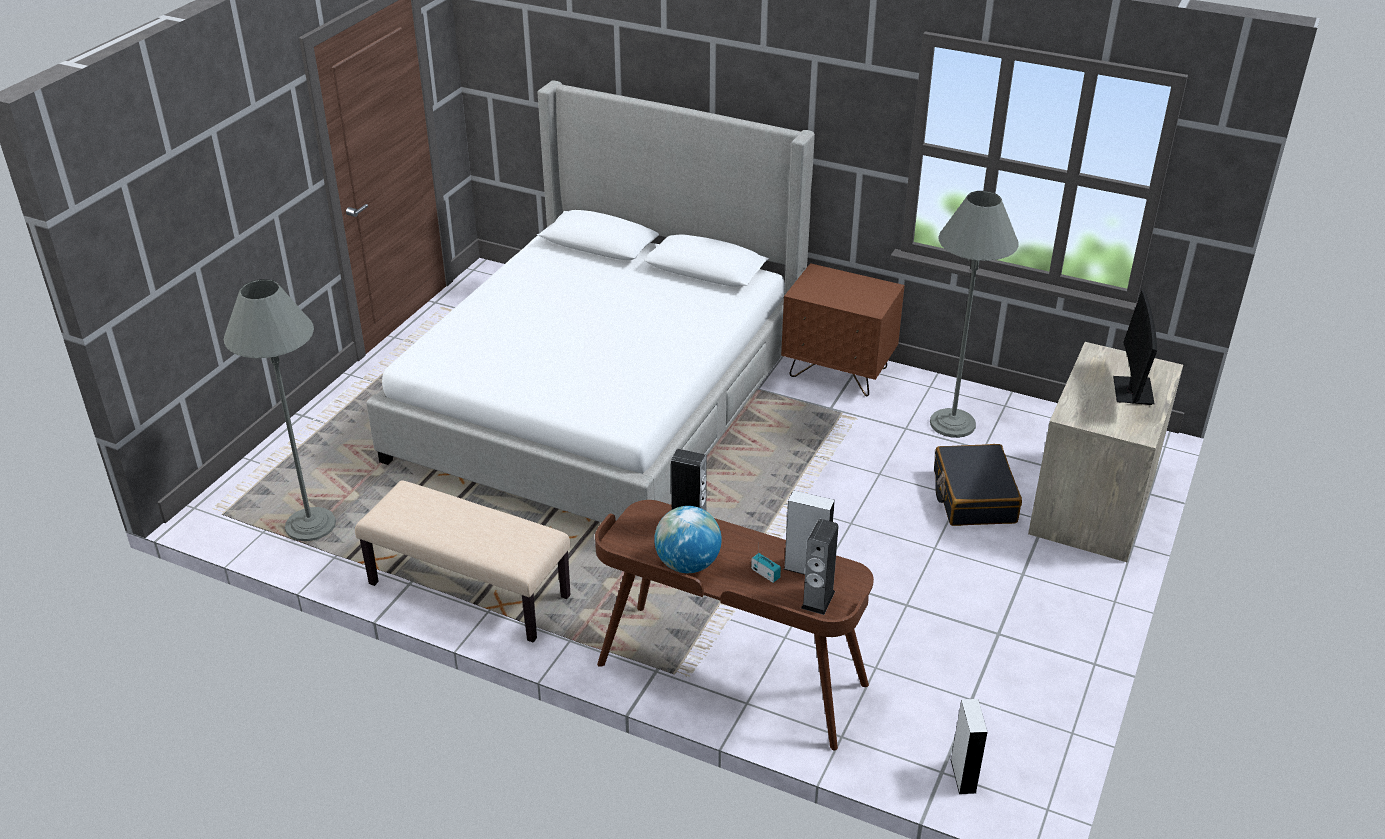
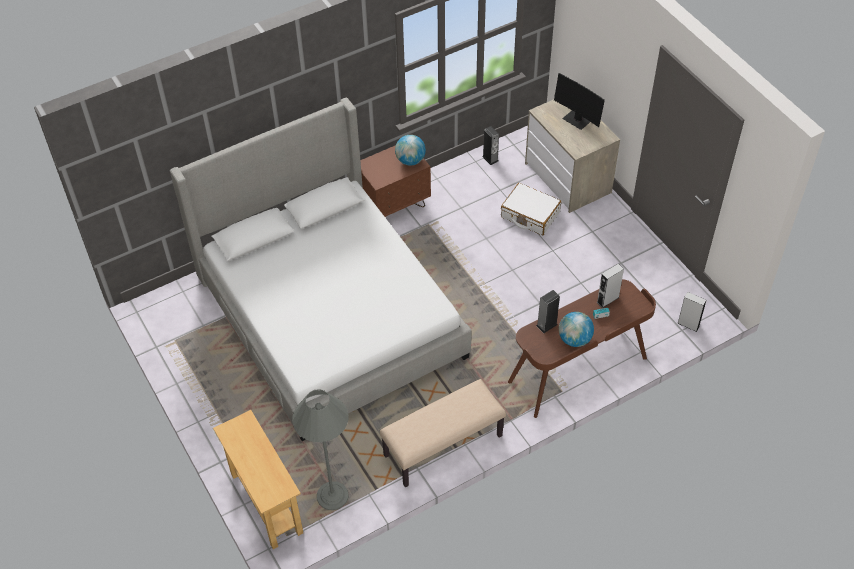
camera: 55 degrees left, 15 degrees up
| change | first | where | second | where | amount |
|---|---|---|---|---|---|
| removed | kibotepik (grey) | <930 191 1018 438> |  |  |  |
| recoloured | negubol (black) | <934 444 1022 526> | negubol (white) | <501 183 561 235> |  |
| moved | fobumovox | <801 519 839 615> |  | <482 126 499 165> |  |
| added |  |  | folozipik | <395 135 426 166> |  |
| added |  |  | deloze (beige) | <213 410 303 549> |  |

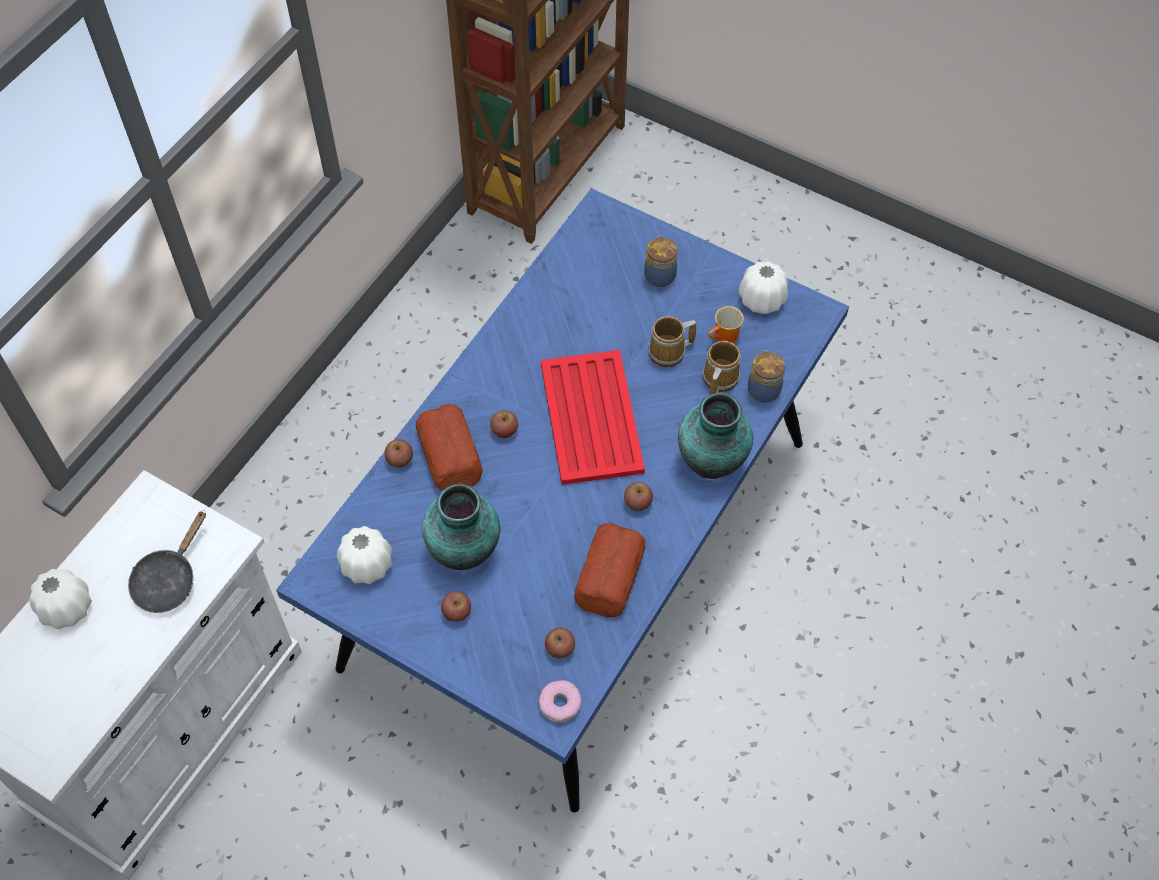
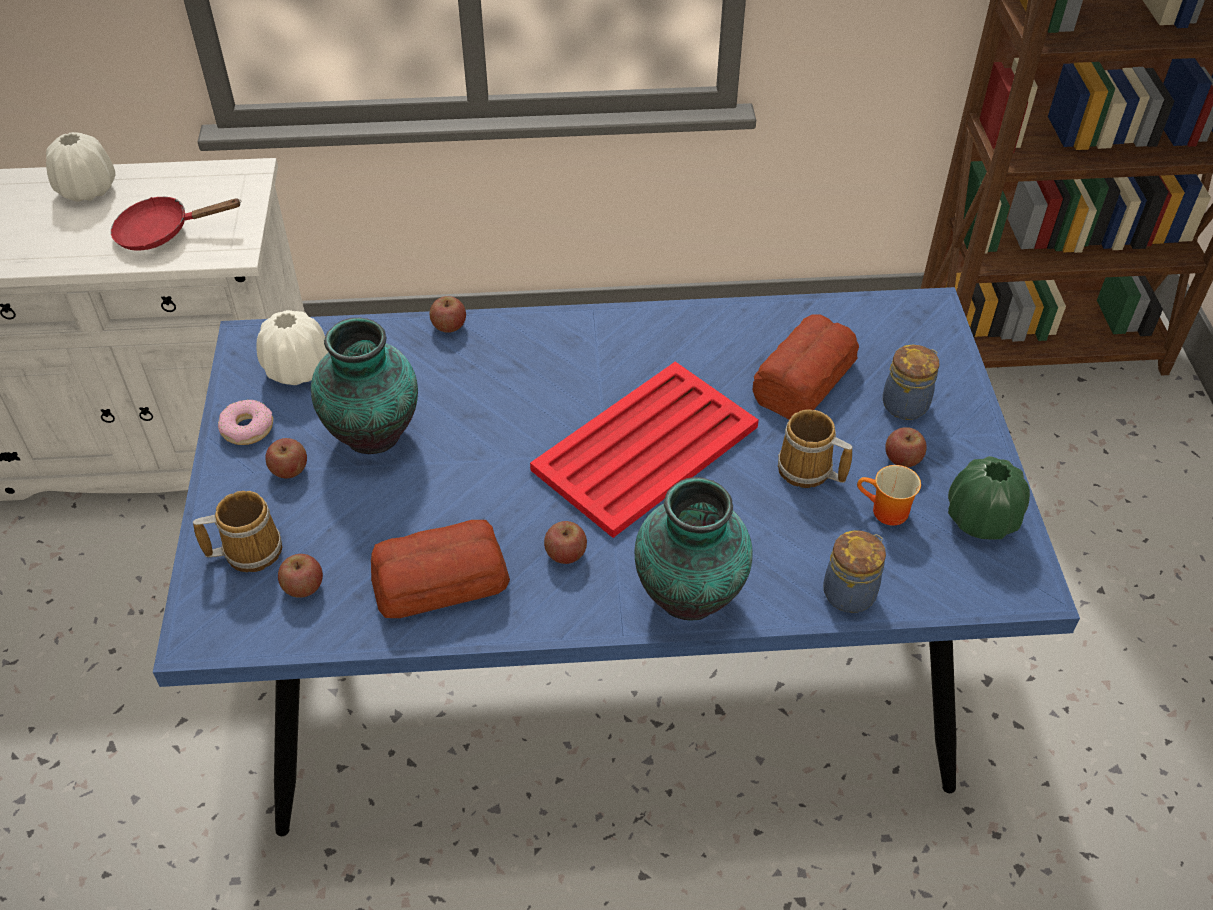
camera: 55 degrees right, 10 degrees down
| change | first | where | second | where | amount |
|---|---|---|---|---|---|
| recoloured | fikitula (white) | <739 261 788 314> | fikitula (green) | <948 456 1030 540> |  |
| moved | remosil | <703 341 741 395> |  | <193 491 282 572> |  |
| moved | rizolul | <416 404 483 491> |  | <752 314 859 419> |  |
| moved | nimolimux | <490 410 518 438> |  | <885 427 927 467> |  |
| recoloured | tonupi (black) | <128 510 206 613> | tonupi (red) | <111 197 242 251> |  |
| moved | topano | <539 680 581 722> |  | <218 400 273 445> |  |

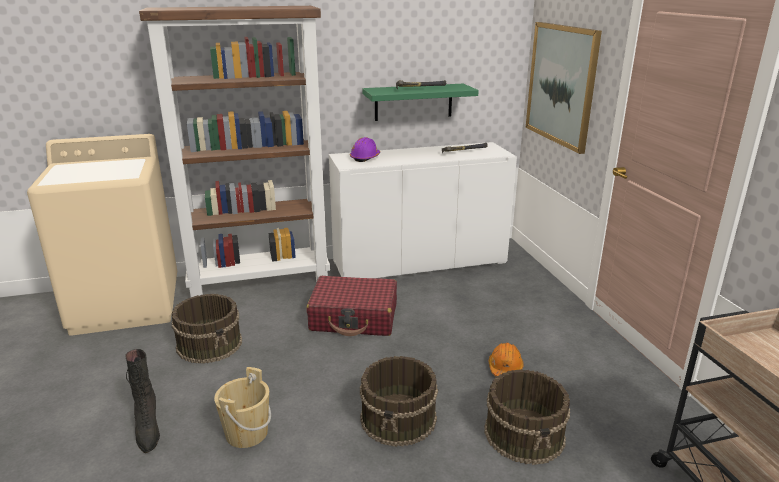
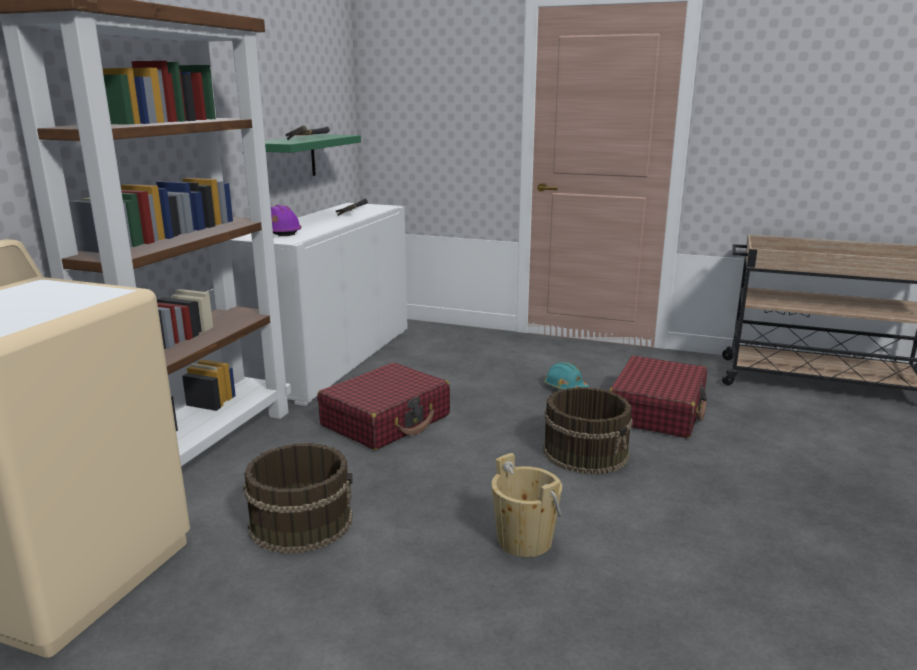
camera: 55 degrees left, 5 degrees down
| change | first | where | second | where | amount |
|---|---|---|---|---|---|
| removed | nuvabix | <525 22 602 154> |  |  |  |
| recoloured | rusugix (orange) | <489 343 524 376> | rusugix (turquoise) | <544 362 589 390> |  |
| removed | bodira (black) | <125 349 160 453> |  |  |  |
| replaced | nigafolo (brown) | <484 369 570 465> | negubol (red) | <609 356 707 438> |  |

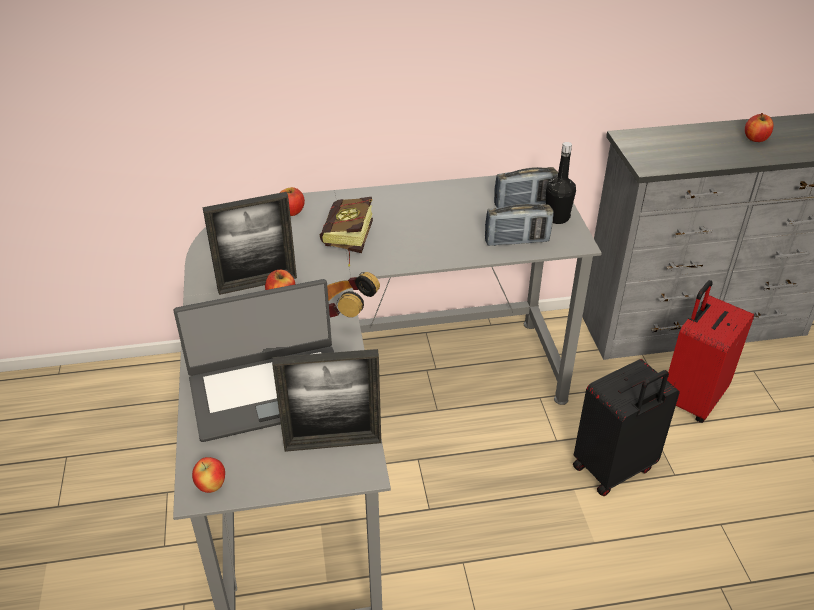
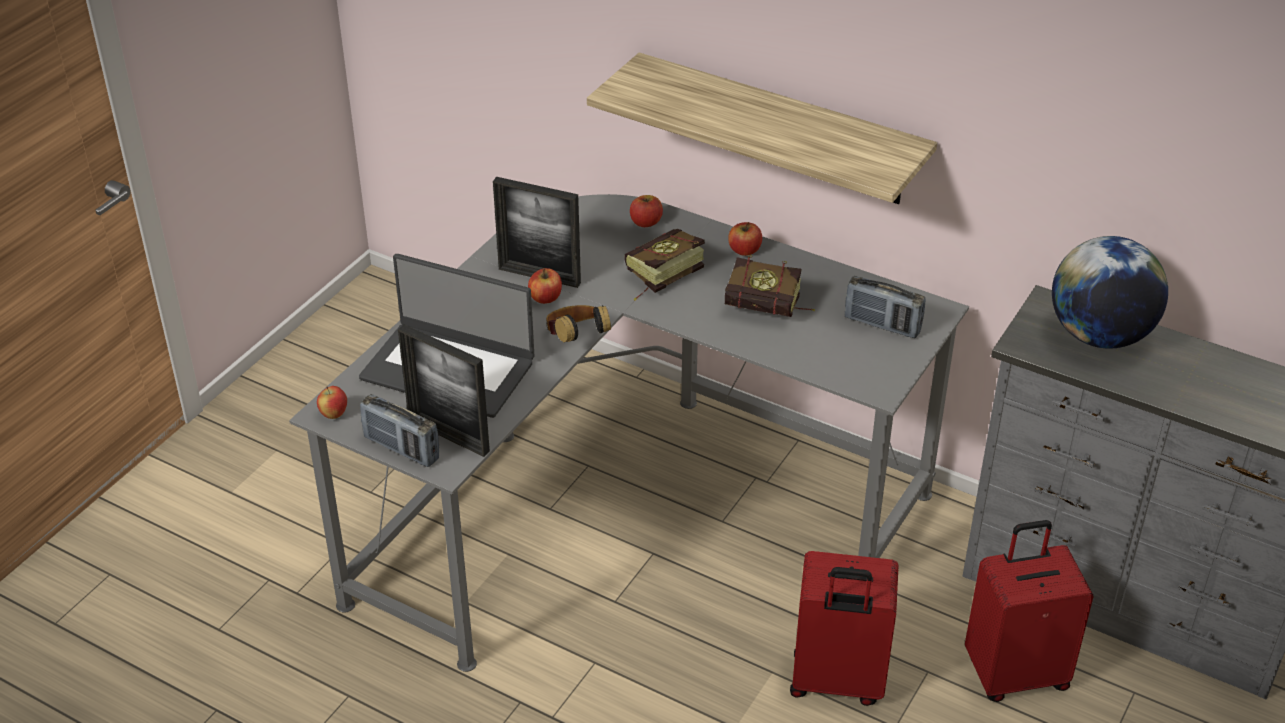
camera: 40 degrees right, 0 degrees up
| change | first | where | second | where | amount |
|---|---|---|---|---|---|
| moved | nimolimux | <745 113 773 142> |  | <728 222 762 256> |  |
| removed | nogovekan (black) | <546 142 576 224> |  |  |  |
| moved | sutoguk | <485 204 554 246> |  | <360 394 439 467> |  |
| recoloured | negubol (black) | <573 359 680 496> | negubol (red) | <790 551 899 706> |  |
| added |  |  | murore | <587 52 937 204> |  |
| added |  |  | folozipik | <1052 236 1168 349> |  |
| added |  |  | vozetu | <725 255 815 317> |  |

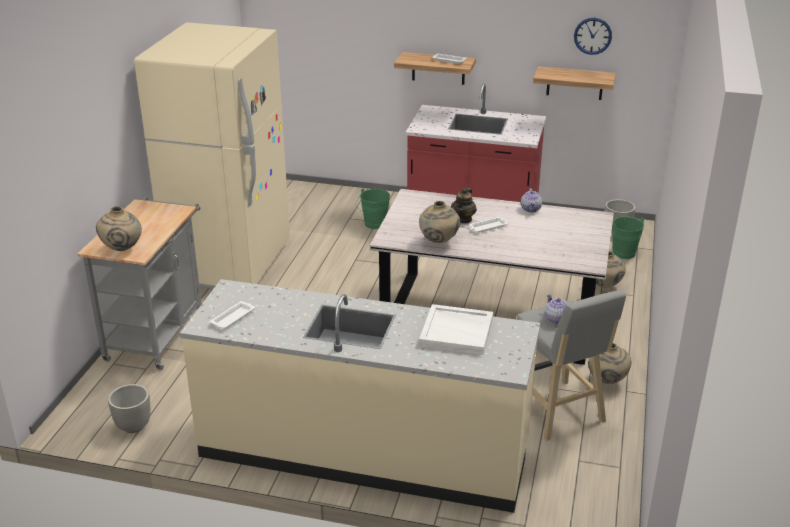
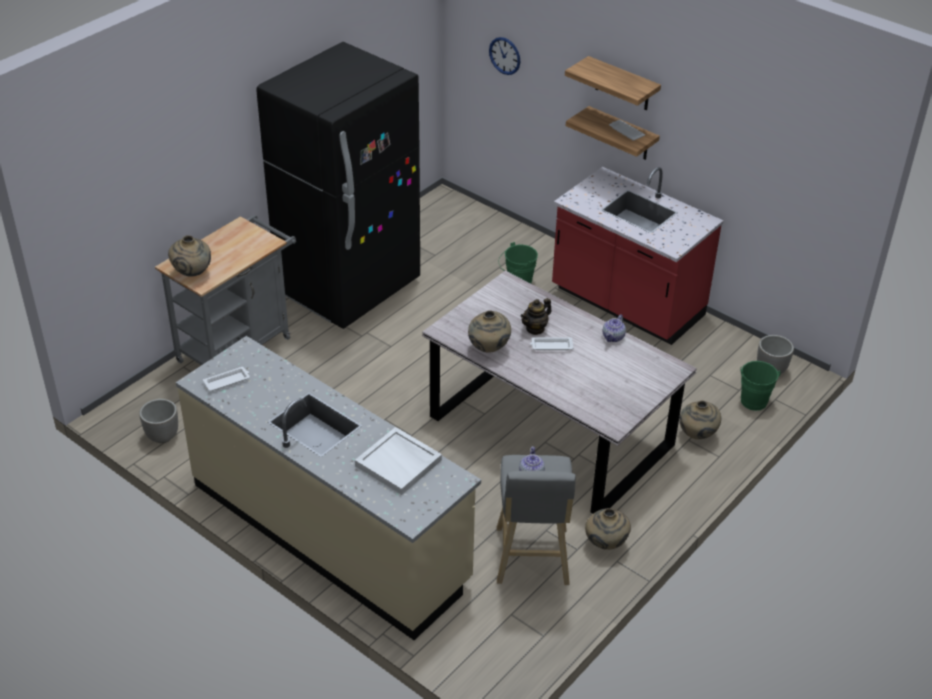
camera: 25 degrees right, 10 degrees up
| change | first | where | second | where | amount |
|---|---|---|---|---|---|
| moved | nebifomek | <574 18 612 55> |  | <489 37 520 75> |  |
| recoloured | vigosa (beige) | <134 22 290 289> | vigosa (black) | <256 42 420 329> |  |
| moved | murore | <533 66 616 100> |  | <565 56 661 111> |  |

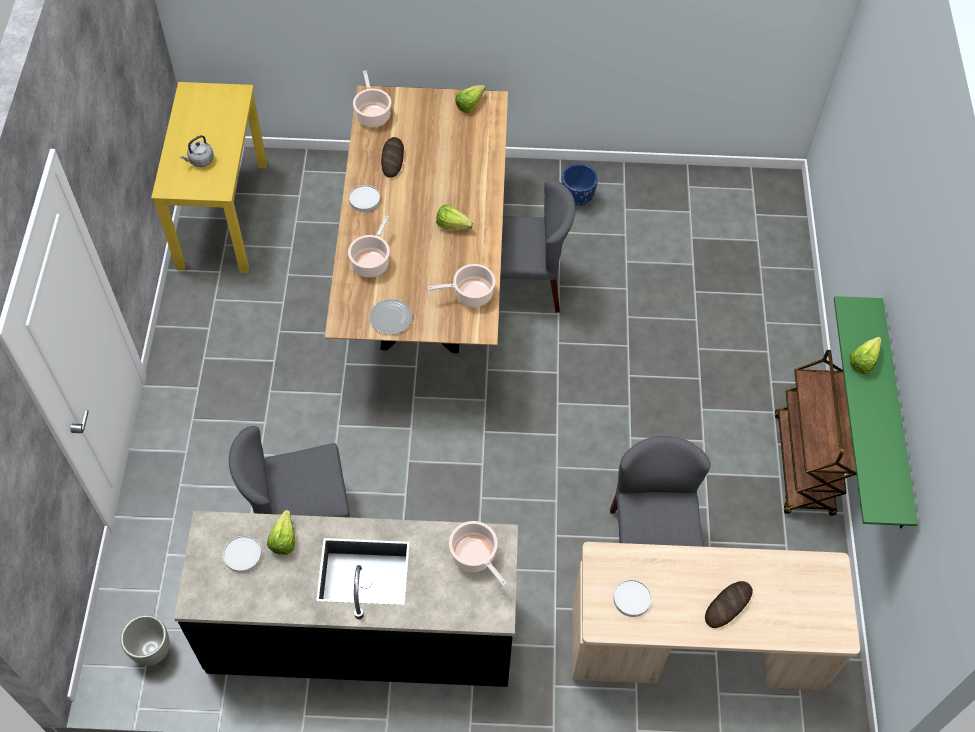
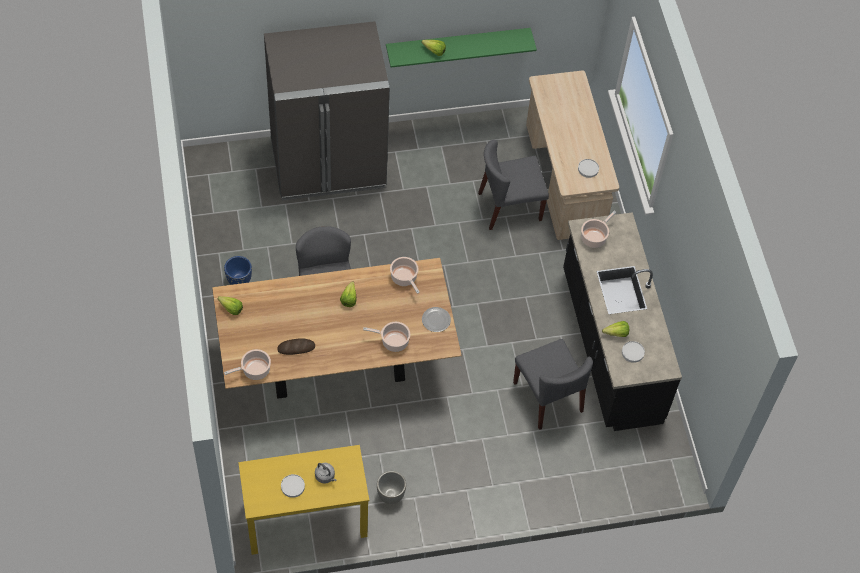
camera: 105 degrees left, 0 degrees up
| change | first | where | second | where | amount |
|---|---|---|---|---|---|
| moved | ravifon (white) | <349 185 380 212> |  | <281 474 305 498> |  |
| removed | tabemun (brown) | <775 350 856 516> |  |  |  |
| removed | rizolul | <705 581 753 628> |  |  |  |
| moved | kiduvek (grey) | <120 615 170 666> |  | <377 471 406 504> |  |
| added |  |  | vigosa (grey) | <264 21 390 201> |  |

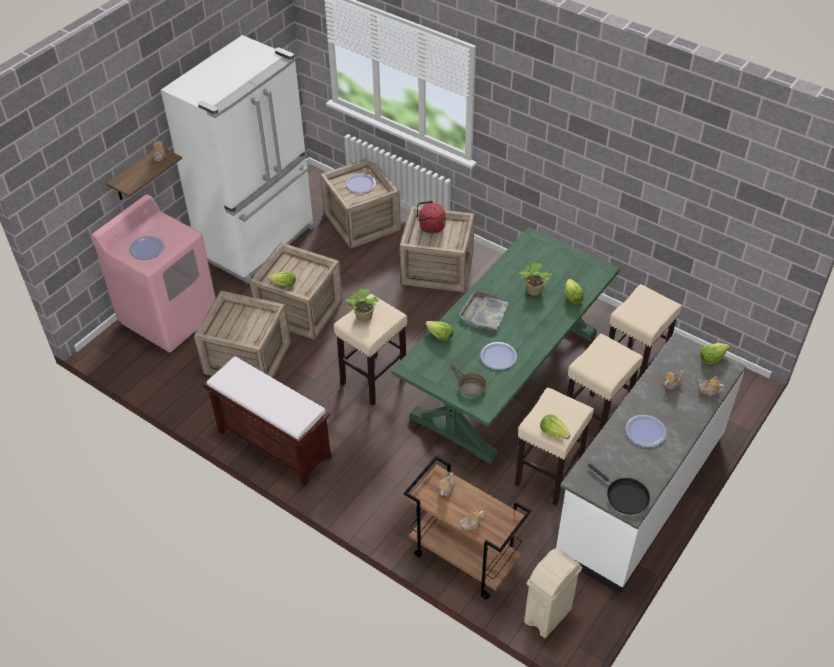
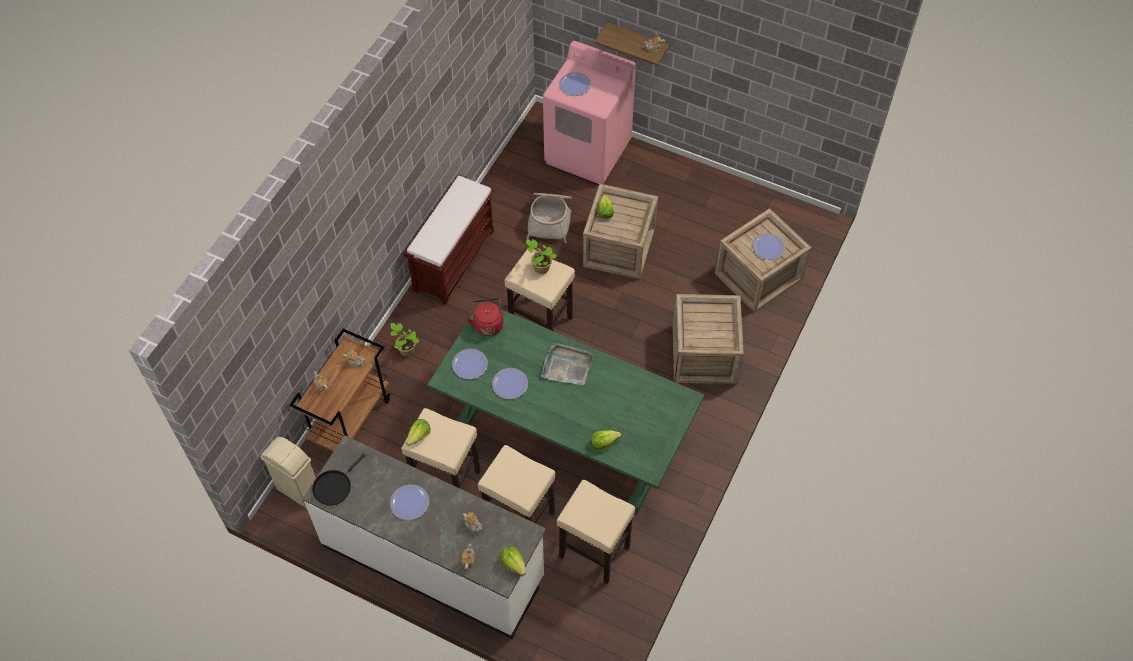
camera: 80 degrees right, 10 degrees up
| change | first | where | second | where | amount |
|---|---|---|---|---|---|
| removed | vigosa (white) | <161 35 315 284> |  |  |  |
| moved | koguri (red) | <417 201 446 234> |  | <466 298 503 336> |  |
| moved | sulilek | <520 262 552 296> |  | <390 323 419 356> |  |
| replaced | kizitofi | <194 291 291 378> | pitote | <526 193 572 243> |  |
| removed | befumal | <425 321 453 341> |  |  |  |
| replaced | tonupi (brown) | <452 362 487 397> | ravifon | <452 349 488 379> |  |

